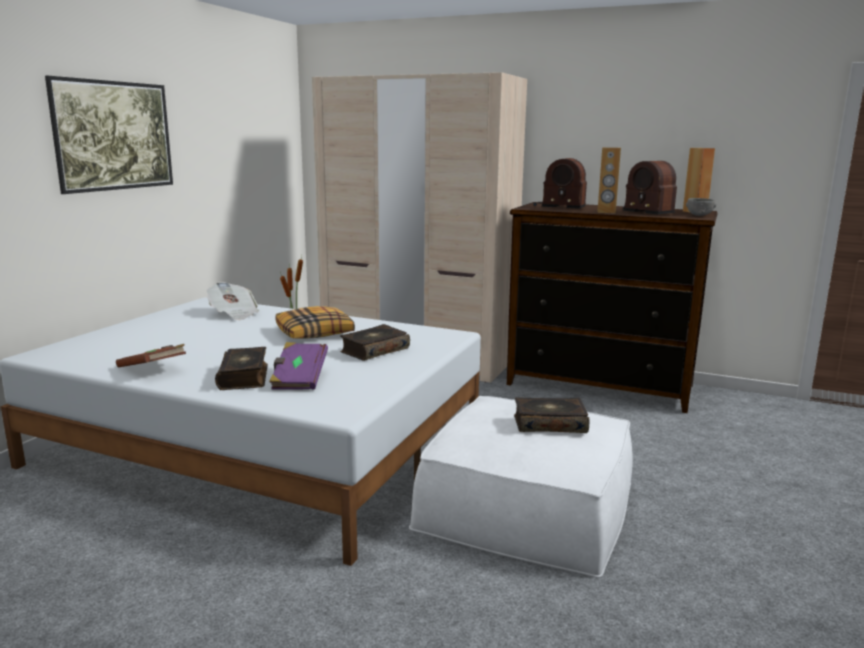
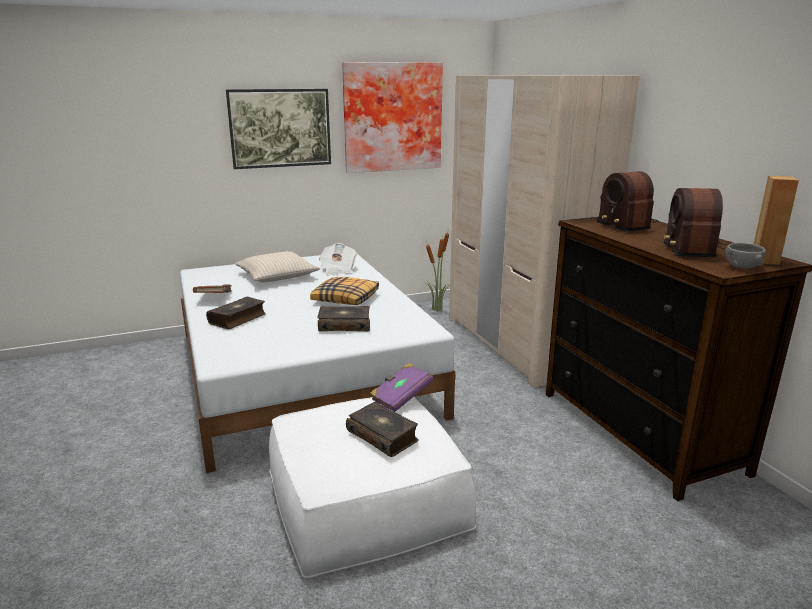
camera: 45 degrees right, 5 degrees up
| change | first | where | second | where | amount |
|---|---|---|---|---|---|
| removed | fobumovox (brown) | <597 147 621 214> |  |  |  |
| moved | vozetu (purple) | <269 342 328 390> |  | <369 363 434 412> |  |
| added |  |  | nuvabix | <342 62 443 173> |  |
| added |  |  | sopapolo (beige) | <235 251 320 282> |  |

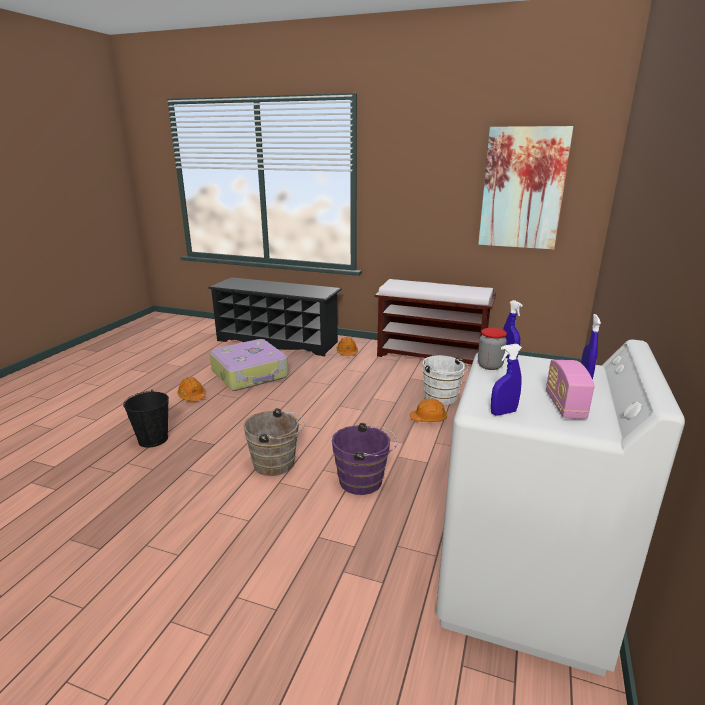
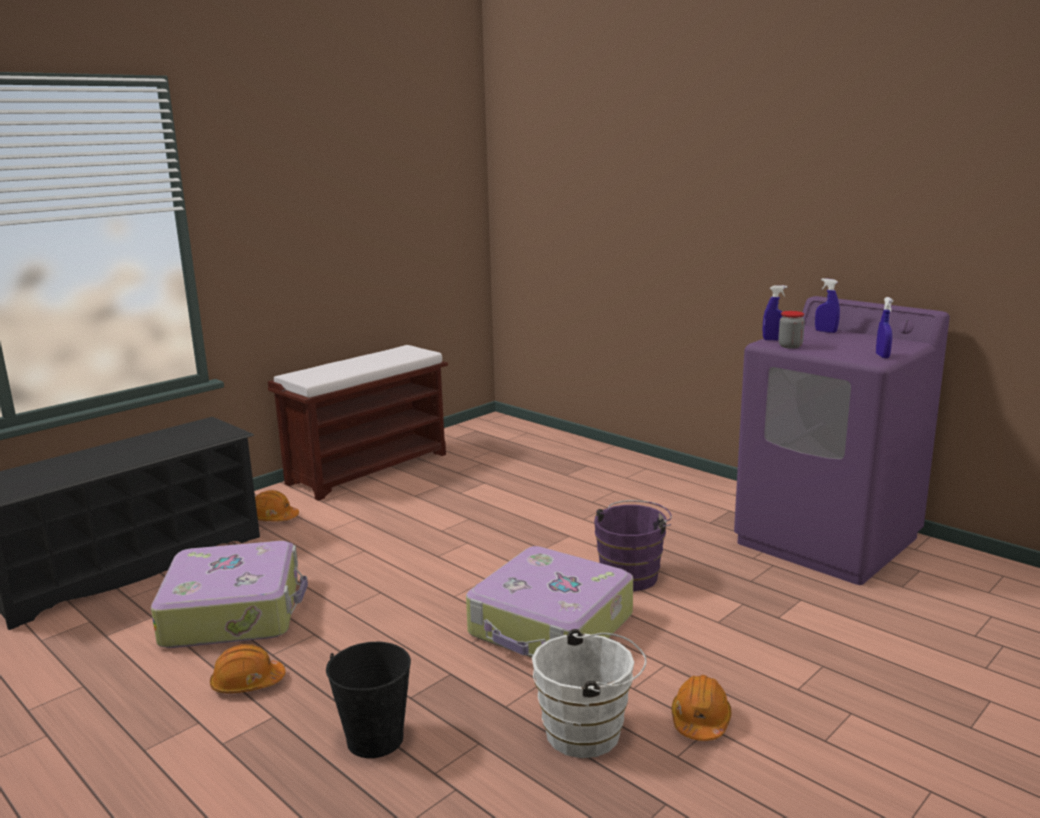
camera: 65 degrees left, 5 degrees down
| change | first | where | second | where | amount |
|---|---|---|---|---|---|
| removed | nuvabix | <478 126 573 250> |  |  |  |
| recoloured | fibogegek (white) | <436 340 685 677> | fibogegek (purple) | <734 296 950 585> |  |
| moved | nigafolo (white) | <423 355 469 405> |  | <532 629 647 758> |  |
| removed | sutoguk | <546 360 595 419> |  |  |  |
| moved | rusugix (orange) | <410 398 447 422> |  | <671 675 731 741> |  |
| replaced | nigafolo (brown) | <243 408 305 476> | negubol | <466 546 633 658> |  |

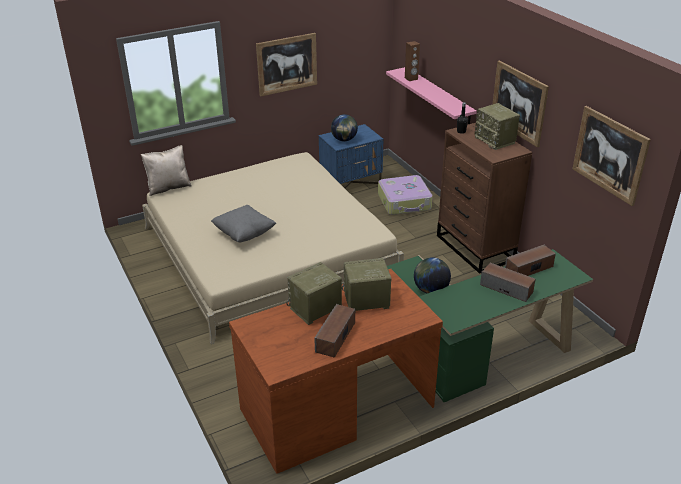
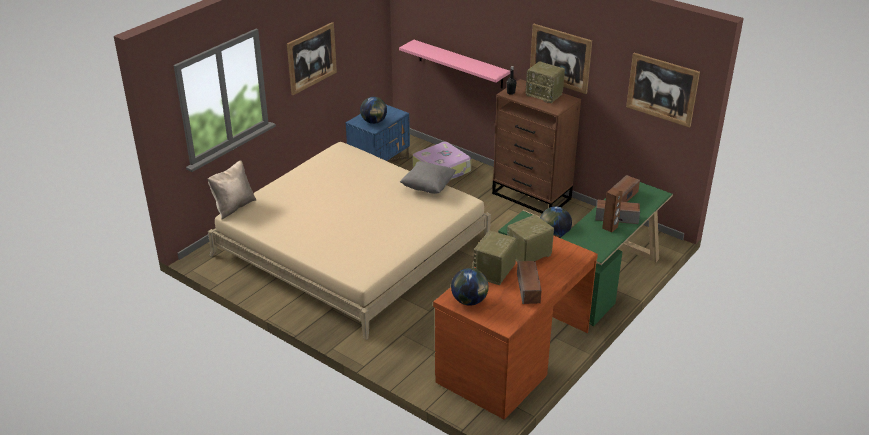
camera: 25 degrees left, 0 degrees up
| change | first | where | second | where | amount |
|---|---|---|---|---|---|
| moved | fobumovox (brown) | <405 41 420 81> |  | <602 188 623 232> |  |
| moved | sopapolo (grey) | <211 205 276 242> |  | <400 161 456 194> |  |
| added |  |  | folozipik | <451 268 489 306> |  |

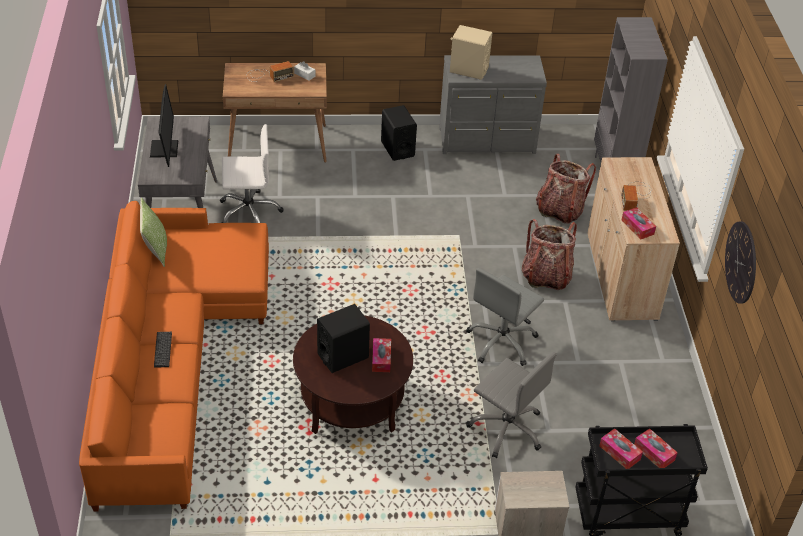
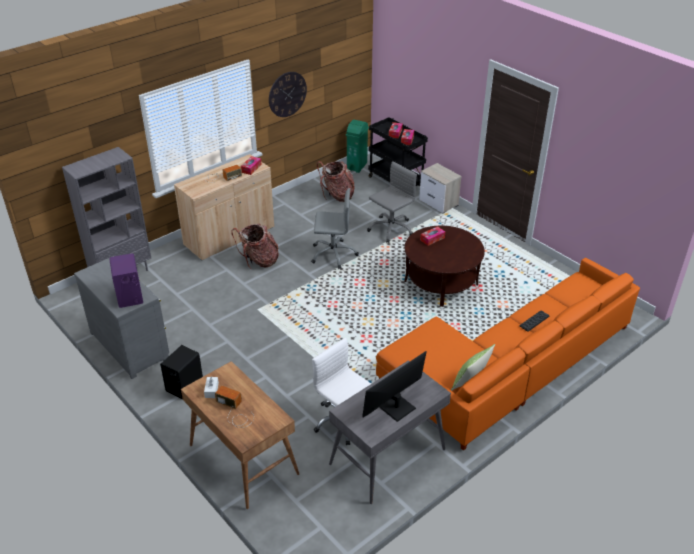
camera: 125 degrees left, 5 degrees down
| change | first | where | second | where | amount |
|---|---|---|---|---|---|
| recoloured | fobumovox (beige) | <450 25 492 80> | fobumovox (purple) | <109 253 143 308> |  |
| moved | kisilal | <536 154 596 224> |  | <317 161 355 202> |  |
| removed | fobumovox (black) | <317 304 370 373> |  |  |  |
| turned | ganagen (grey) | <466 352 557 458> |  | <367 161 417 243> | 45 degrees clockwise |
| added |  |  | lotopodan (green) | <346 120 369 173> |  |

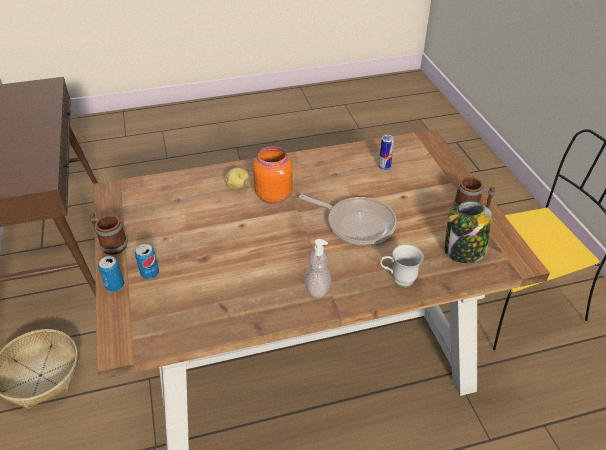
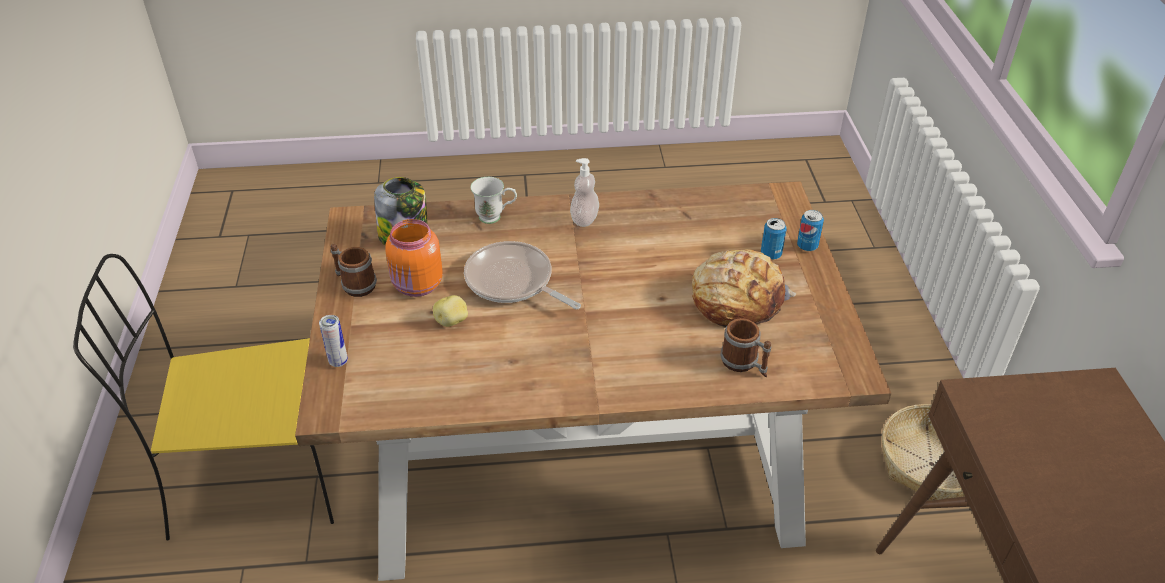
camera: 170 degrees left, 0 degrees up
| change | first | where | second | where | amount |
|---|---|---|---|---|---|
| moved | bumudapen | <379 135 394 171> |  | <319 315 348 367> |  |
| moved | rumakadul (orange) | <253 146 293 204> |  | <385 219 443 297> |  |
| moved | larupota | <225 167 249 189> |  | <433 295 468 327> |  |
| moved | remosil | <90 213 128 255> |  | <720 318 772 377> |  |
| added |  |  | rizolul | <692 249 796 327> |  |

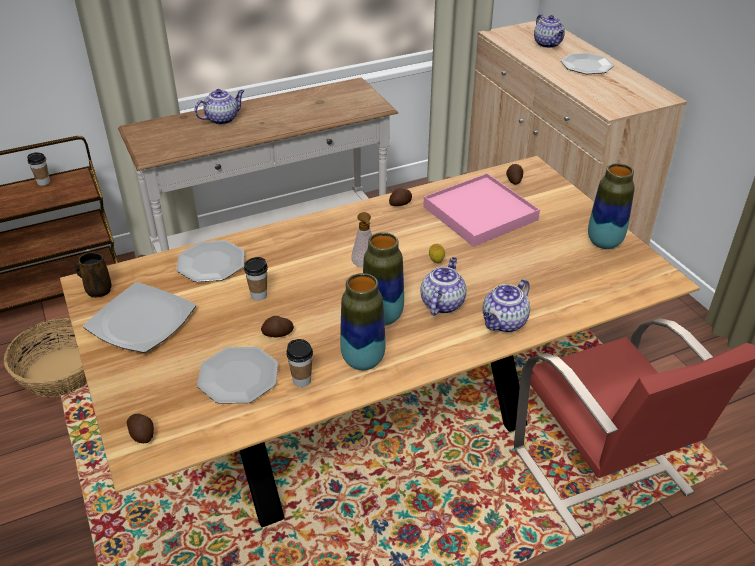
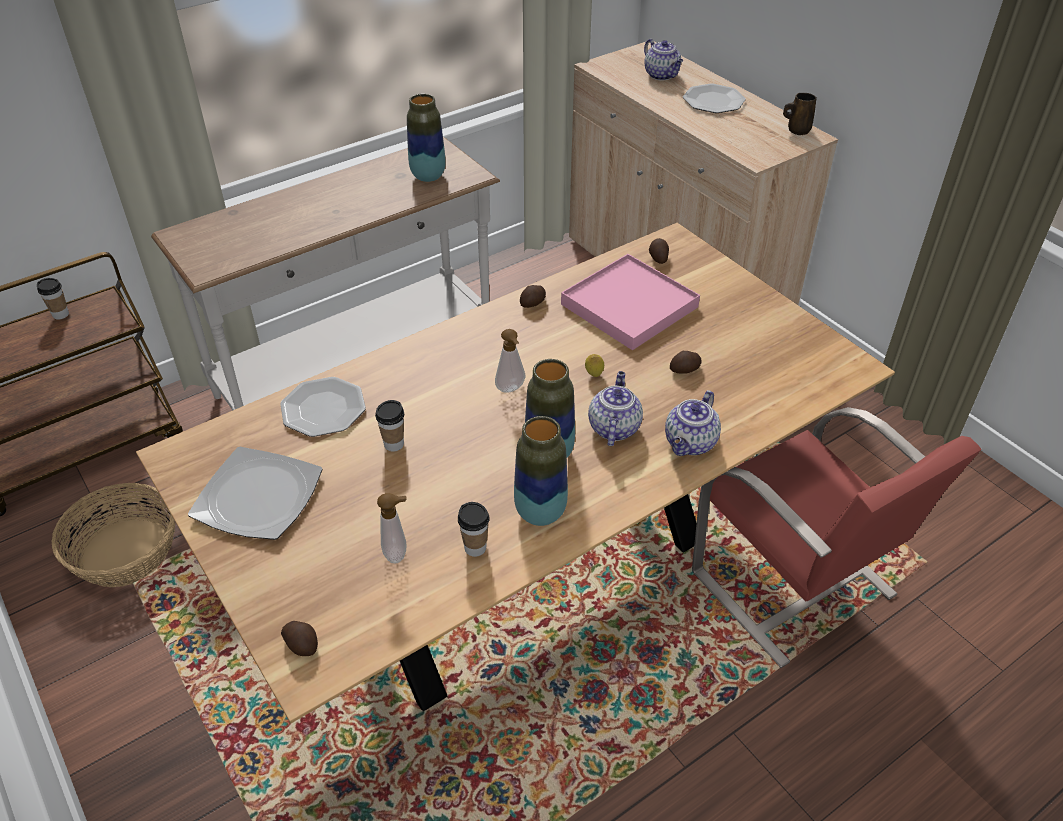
camera: 10 degrees left, 5 degrees up
| change | first | where | second | where | amount |
|---|---|---|---|---|---|
| removed | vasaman | <194 89 244 125> |  |  |  |
| moved | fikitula | <588 163 635 249> |  | <407 94 446 182> |  |
| moved | remosil (brown) | <74 252 112 298> |  | <783 93 817 135> |  |
| moved | larupota | <261 316 294 337> |  | <670 351 702 374> |  |
| replaced | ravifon | <197 347 278 404> | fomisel | <377 493 407 564> |  |

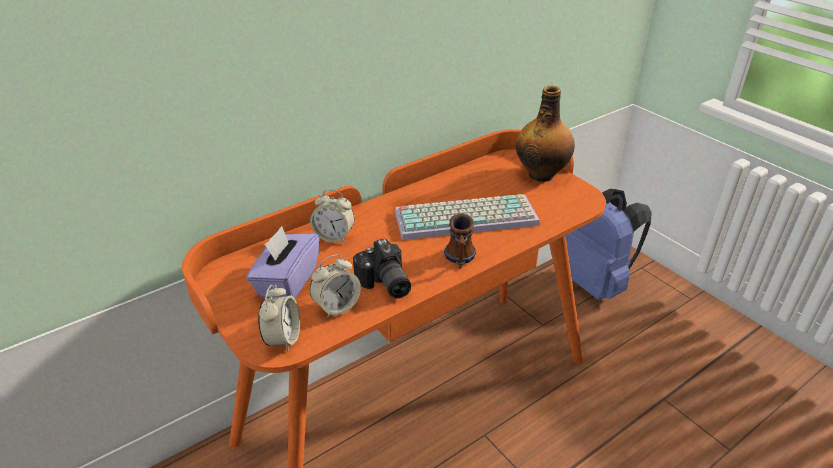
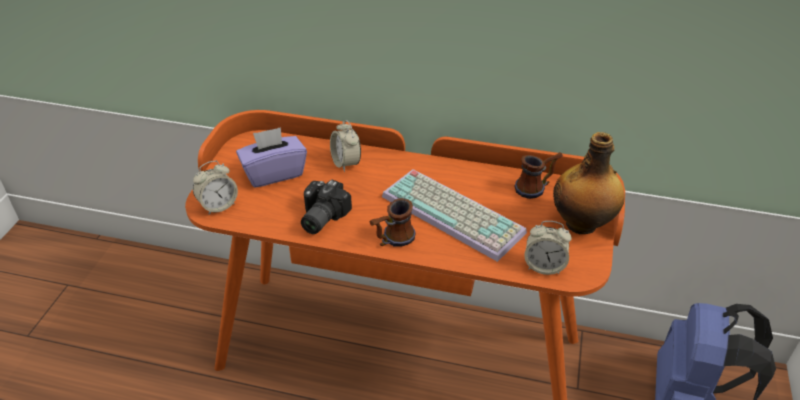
camera: 50 degrees right, 5 degrees up
| change | first | where | second | where | amount |
|---|---|---|---|---|---|
| moved | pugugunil | <310 254 361 318> |  | <525 221 572 275> |  |
| added |  |  | remosil | <514 152 563 199> |  |

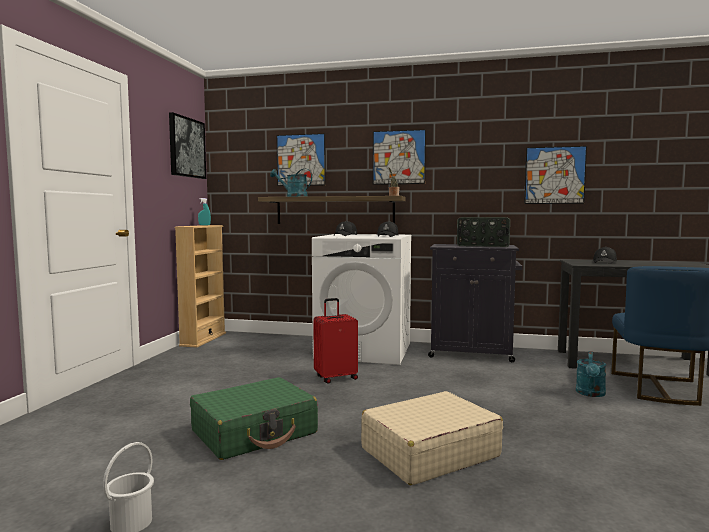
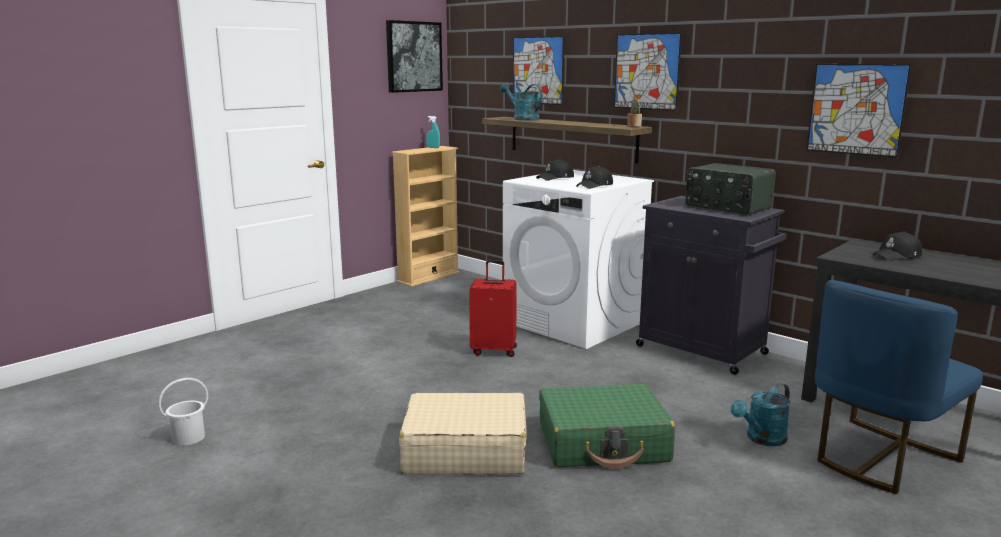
camera: 30 degrees right, 10 degrees up
| change | first | where | second | where | amount |
|---|---|---|---|---|---|
| moved | negubol (green) | <190 377 318 460> |  | <539 384 675 469> |  |

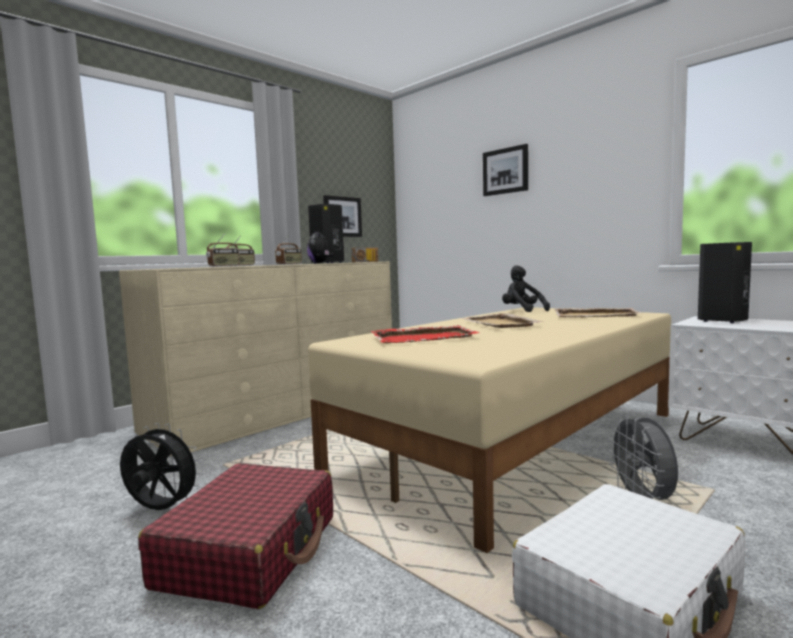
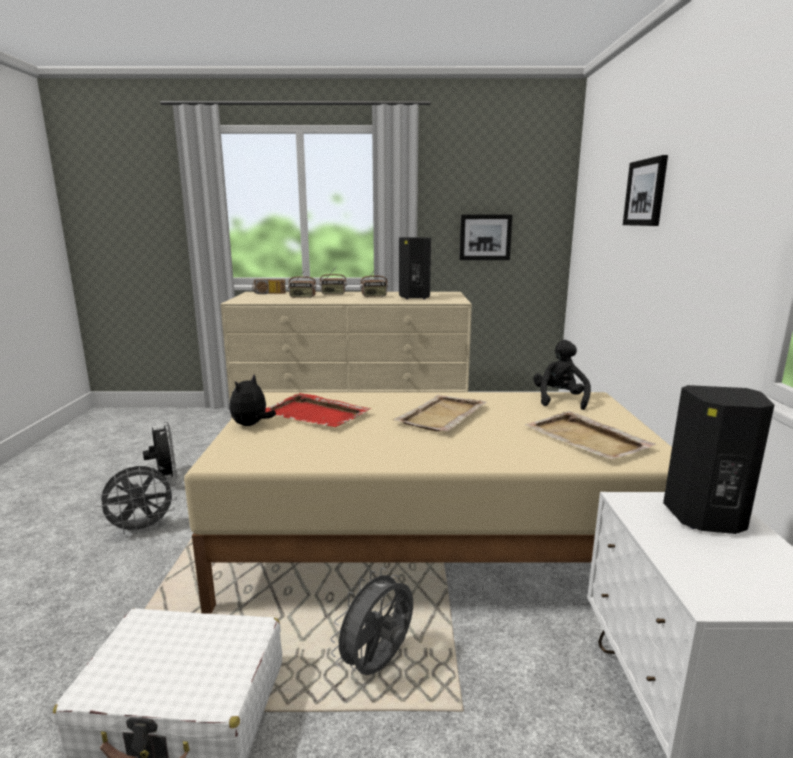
camera: 45 degrees right, 10 degrees up
| change | first | where | second | where | amount |
|---|---|---|---|---|---|
| moved | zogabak | <307 230 334 263> |  | <230 374 276 426> |  |
| moved | sutoguk | <351 248 378 262> |  | <252 279 286 294> |  |
| replaced | negubol (red) | <138 463 333 609> | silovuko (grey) | <97 466 177 535> |  |

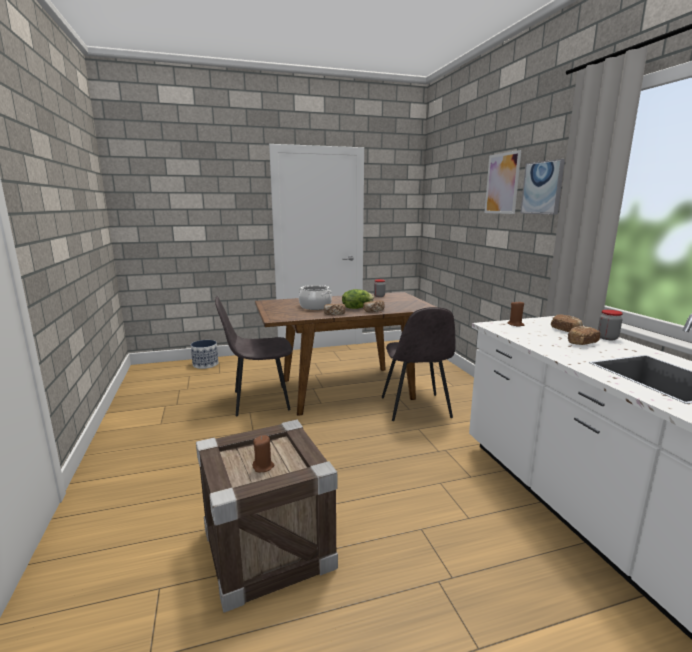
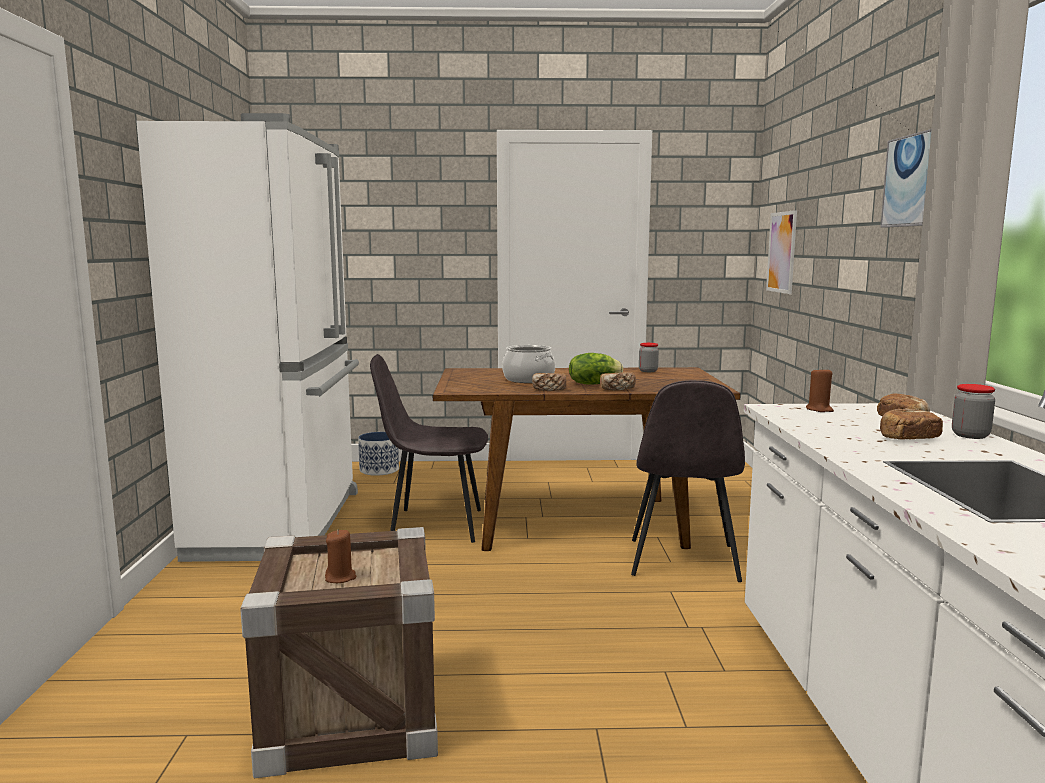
camera: 15 degrees right, 5 degrees down
| change | first | where | second | where | amount |
|---|---|---|---|---|---|
| moved | nuvabix | <485 150 521 214> |  | <766 210 797 294> |  |
| added |  |  | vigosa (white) | <136 113 359 562> |  |

